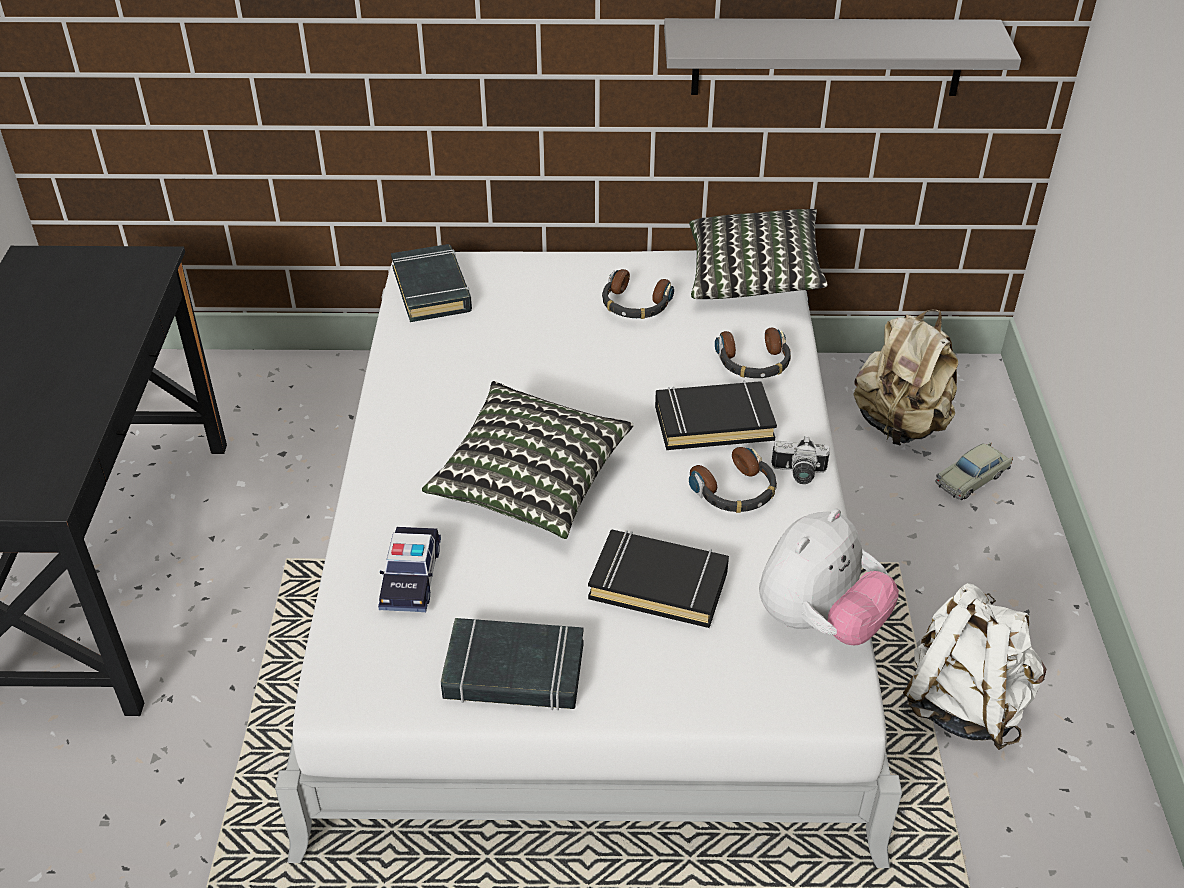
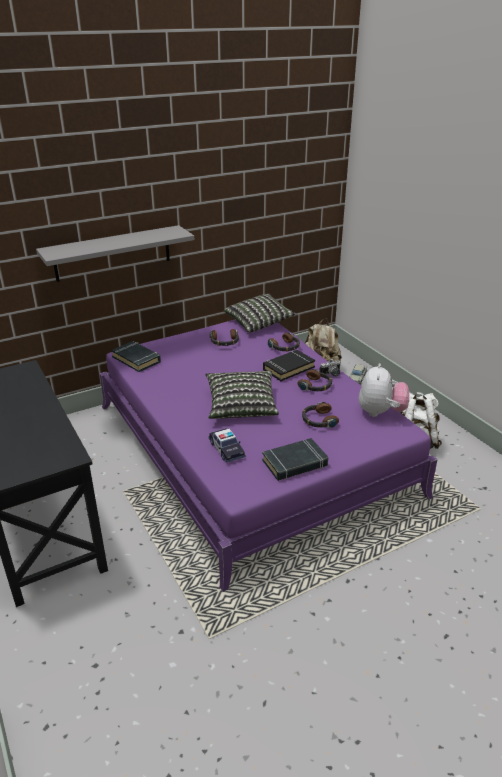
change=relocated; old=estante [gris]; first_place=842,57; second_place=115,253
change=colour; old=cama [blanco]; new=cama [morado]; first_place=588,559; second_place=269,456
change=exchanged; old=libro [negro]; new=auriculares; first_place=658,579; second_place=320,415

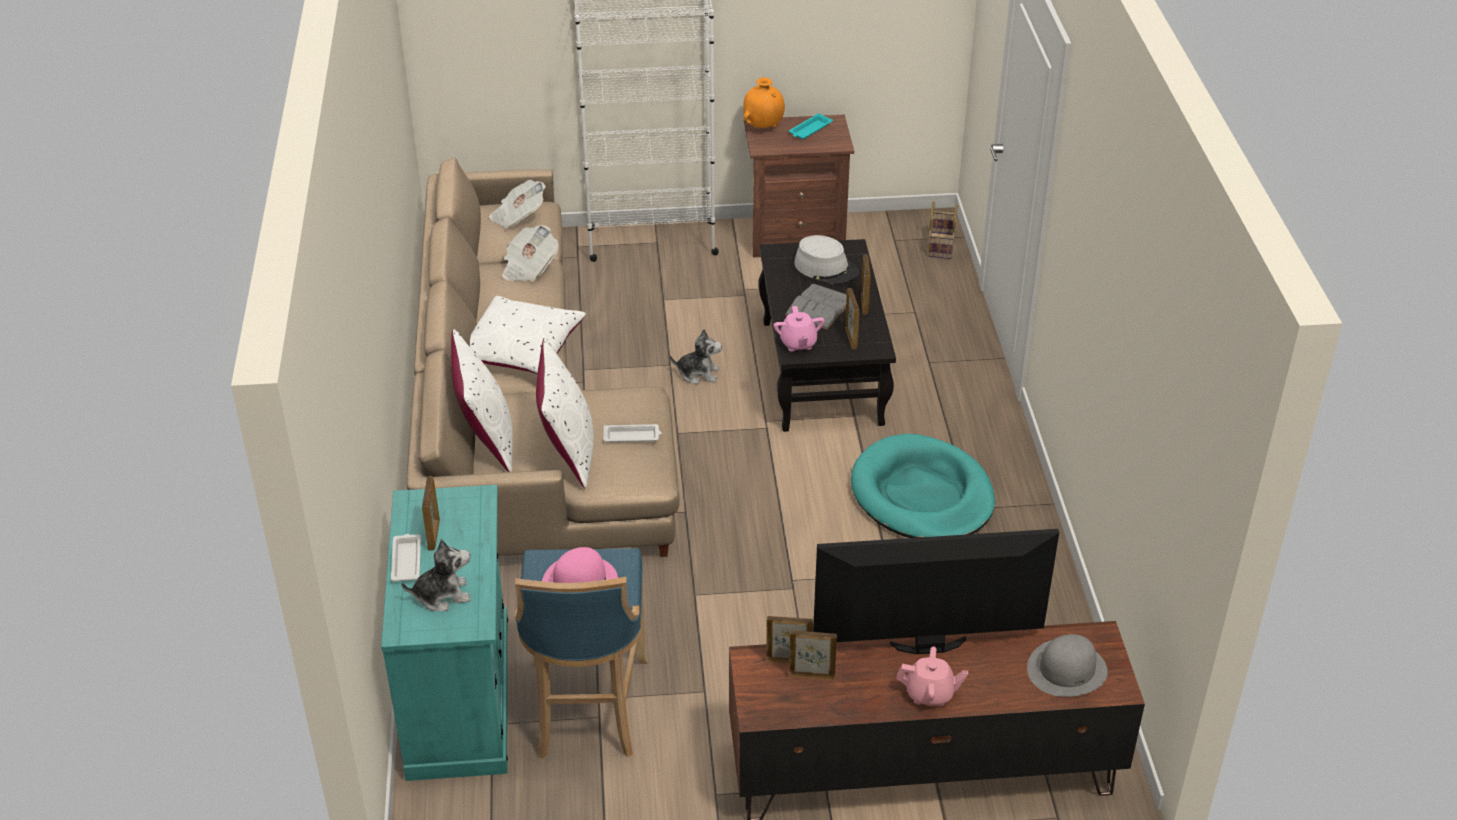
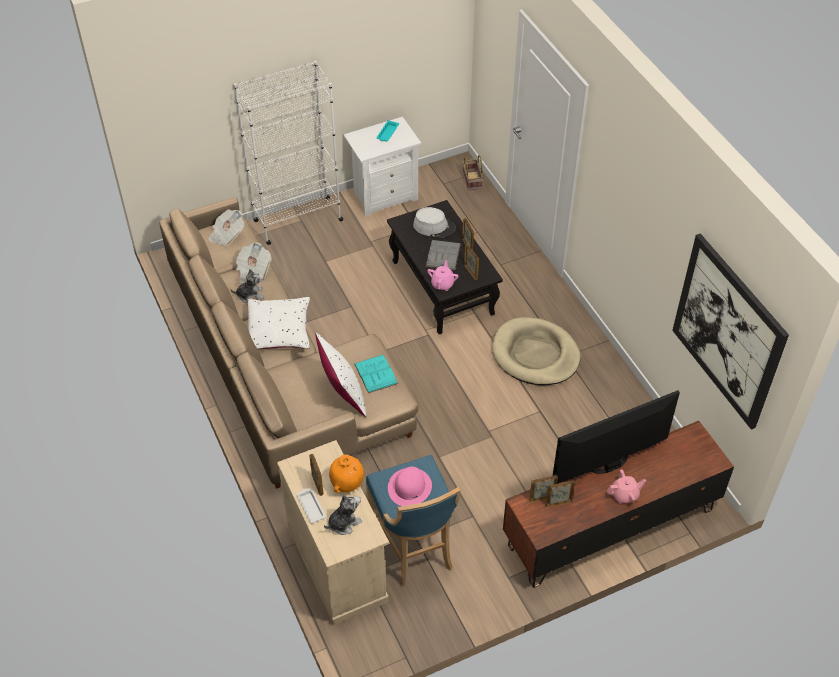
change=relocated; old=florero [naranja]; first_place=764,103; second_place=346,473
change=colour; old=mesita de noche [marrón]; new=mesita de noche [blanco]; first_place=799,185; second_place=382,167
change=spun; old=tetera [rosa]; first_place=799,329; second_place=443,275; degrees=-135
change=missing; old=cojín [blanco]; first_place=482,400
change=relocated; old=peluche; first_place=696,357; second_place=247,286
change=exchanged; old=bandeja [blanco]; new=libro [turquesa]; first_place=632,433; second_place=376,374
change=colour; old=cama para perro [turquesa]; new=cama para perro [beis]; first_place=923,486; second_place=536,351
change=colour; old=armario [turquesa]; new=armario [beis]; first_place=444,633; second_place=333,532
change=missing; old=sombrero [gris]; first_place=1067,665
change=appeared; new=cuadro; second_place=730,331

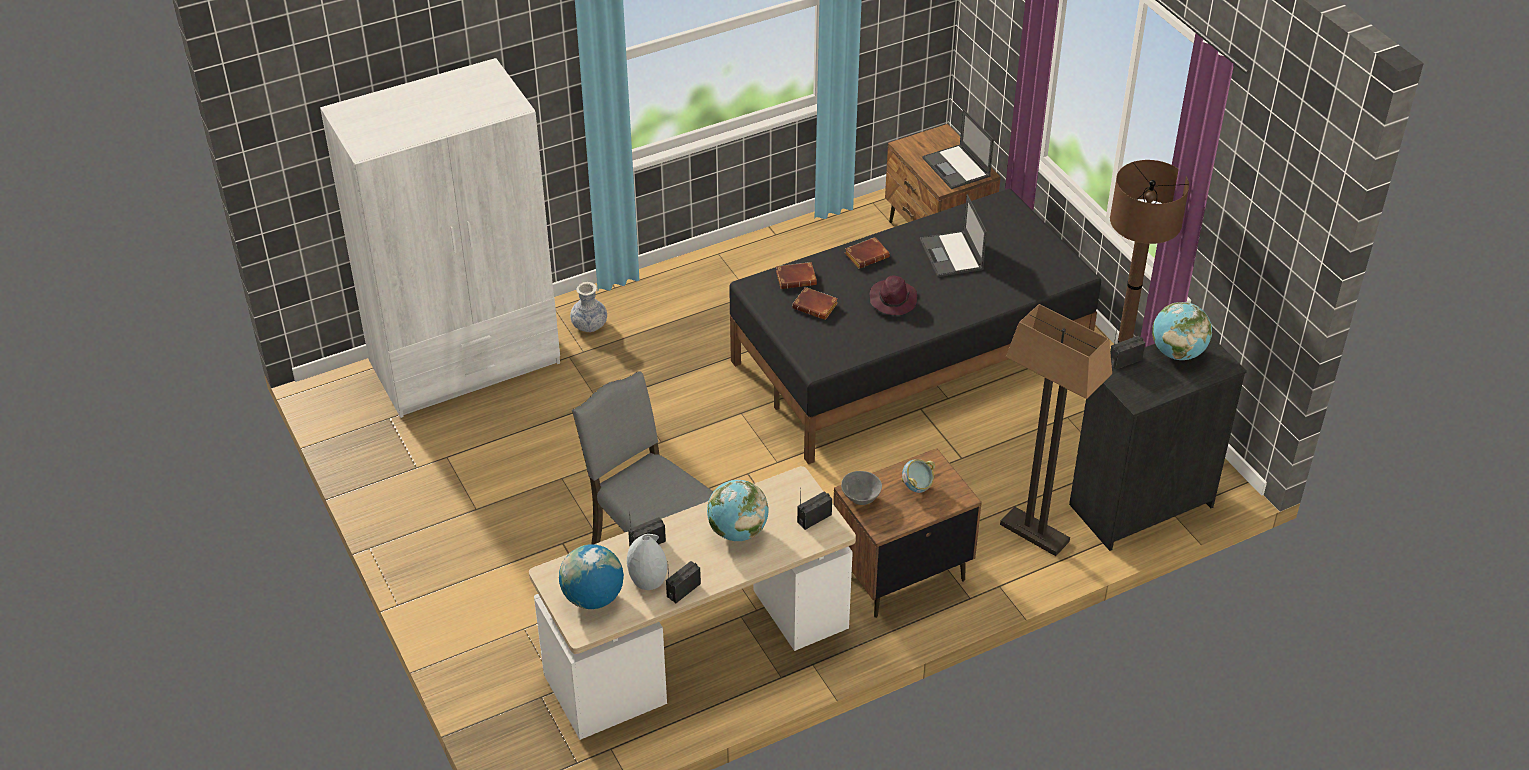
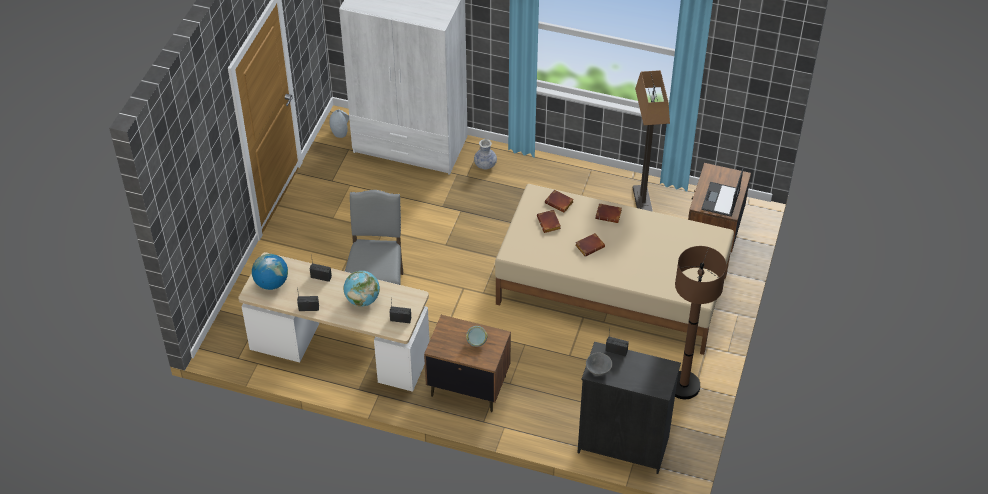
change=colour; old=cama [negro]; new=cama [beis]; first_place=915,327; second_place=614,269
change=missing; old=portátil; first_place=953,235
change=exchanged; old=sombrero [morado]; new=libro [marrón]; first_place=893,295; second_place=590,245
change=missing; old=globo terráqueo; first_place=1182,331
change=relocated; old=lámpara de pie; first_place=1056,430; second_place=651,141
change=relocated; old=cuenco [gris]; first_place=861,488; second_place=599,364
change=relocated; old=florero [gris]; first_place=647,562; second_place=339,124

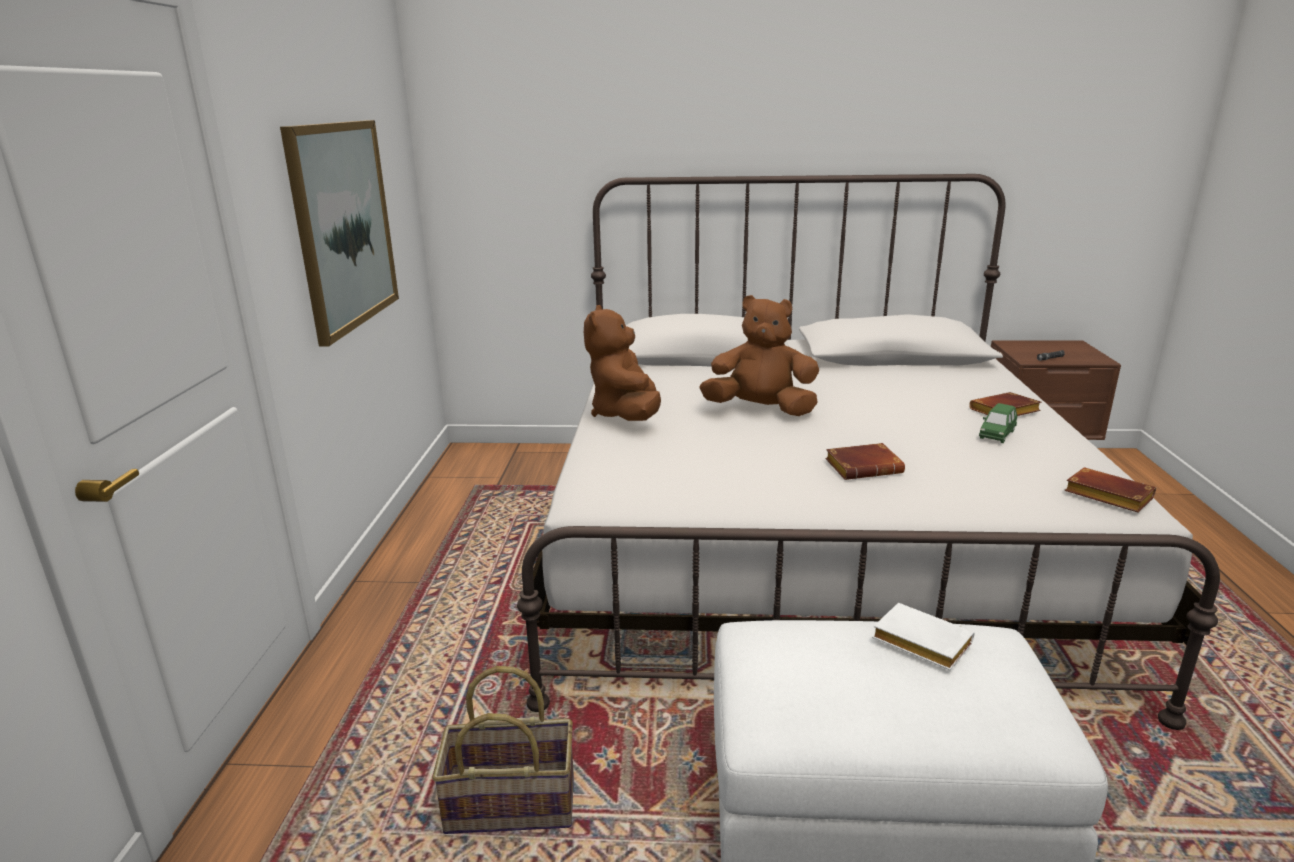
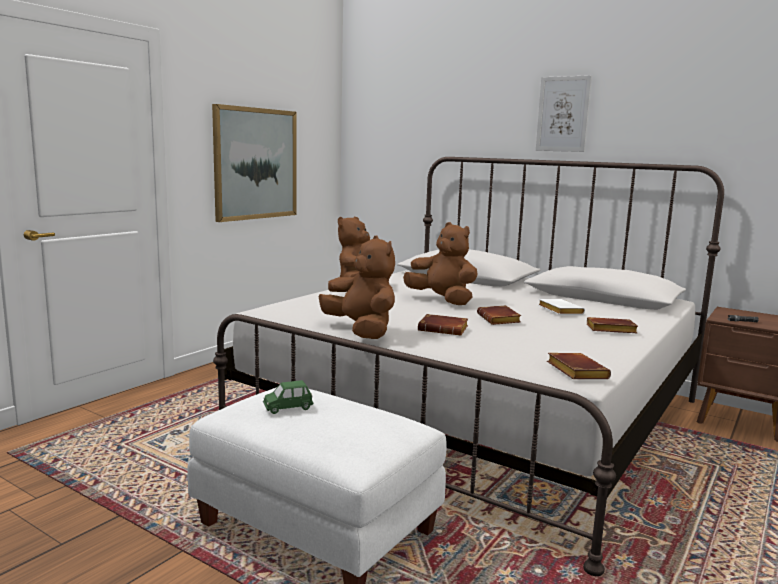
change=relocated; old=coche de juguete [verde]; first_place=998,423; second_place=288,397
change=relocated; old=libro [blanco]; first_place=923,636; second_place=561,307
change=missing; old=cesta; first_place=503,750
change=appeared; new=cuadro; second_place=564,113
change=appeared; new=peluche [marrón]; second_place=356,287
change=appeared; new=libro [marrón]; second_place=499,315

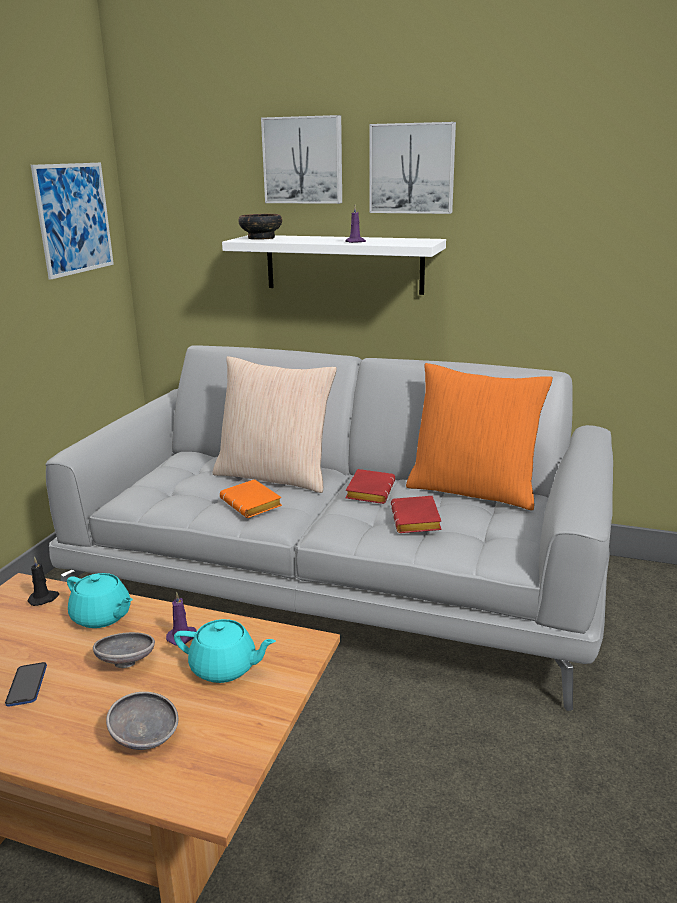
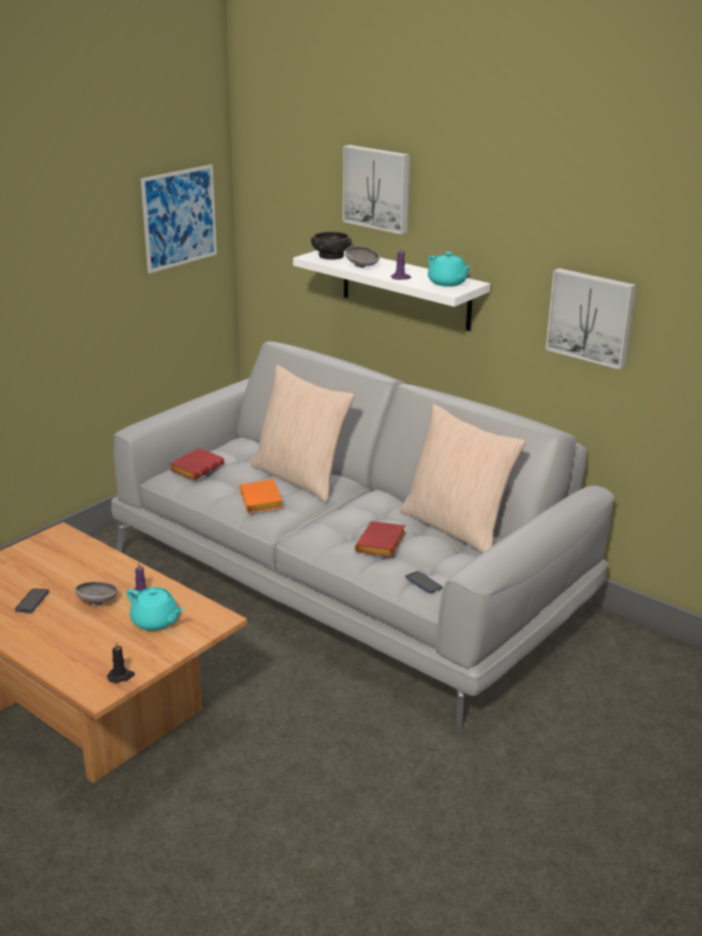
change=relocated; old=cuadro; first_place=413,168; second_place=591,319
change=colour; old=cojín [naranja]; new=cojín [beis]; first_place=479,437; second_place=463,478
change=relocated; old=libro [rojo]; first_place=370,486; second_place=196,464
change=relocated; old=vela [negro]; first_place=43,581; second_place=121,662
change=relocated; old=tetera [turquesa]; first_place=100,600; second_place=449,269
change=relocated; old=cuenco [gris]; first_place=142,721; second_place=362,257
change=appeared; new=móvil; second_place=424,582

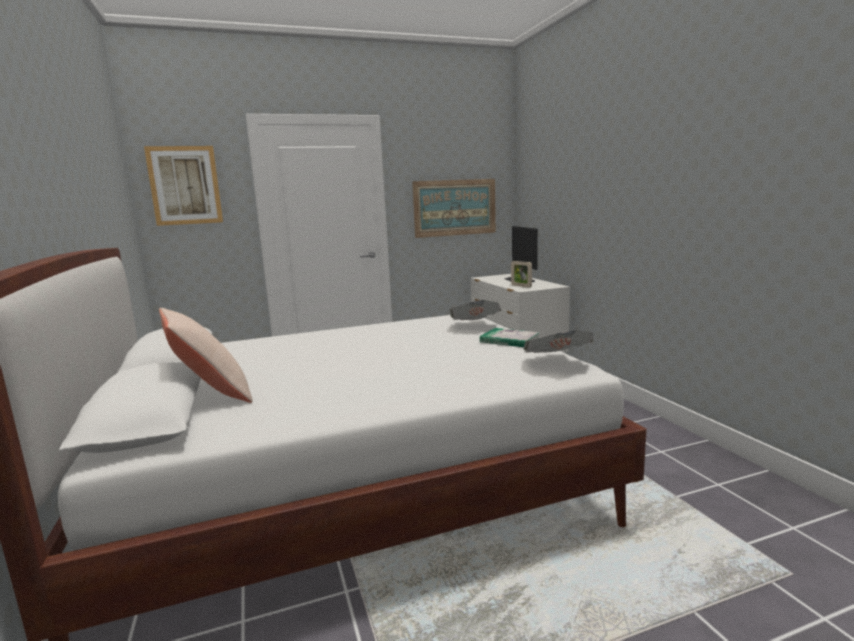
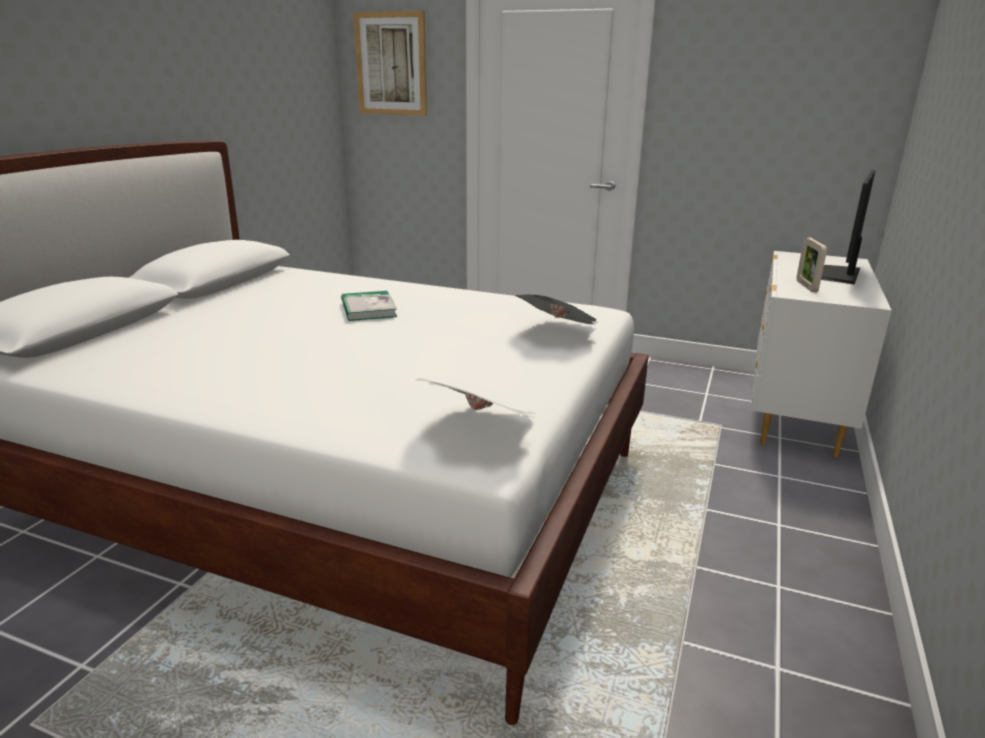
change=missing; old=cuadro; first_place=454,208
change=missing; old=cojín [beis]; first_place=206,355
change=relocated; old=libro; first_place=510,337; second_place=369,306

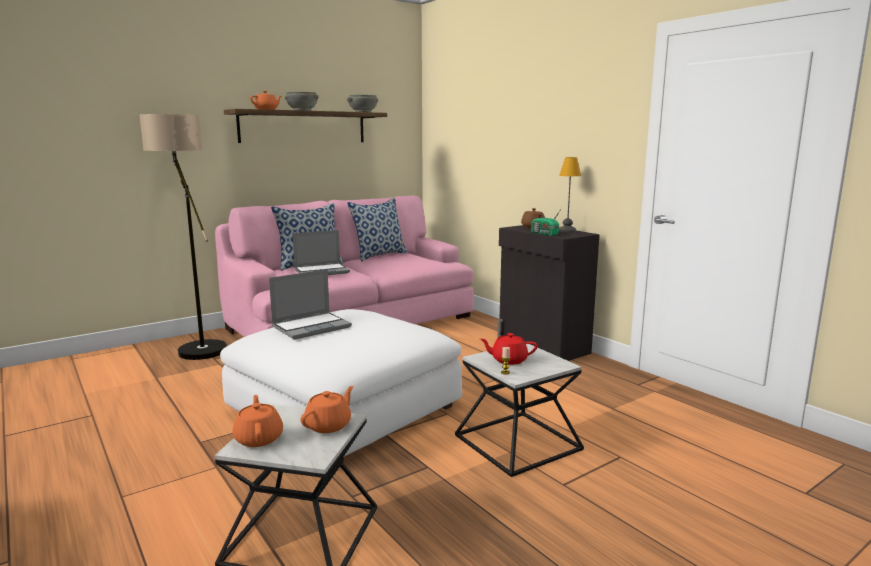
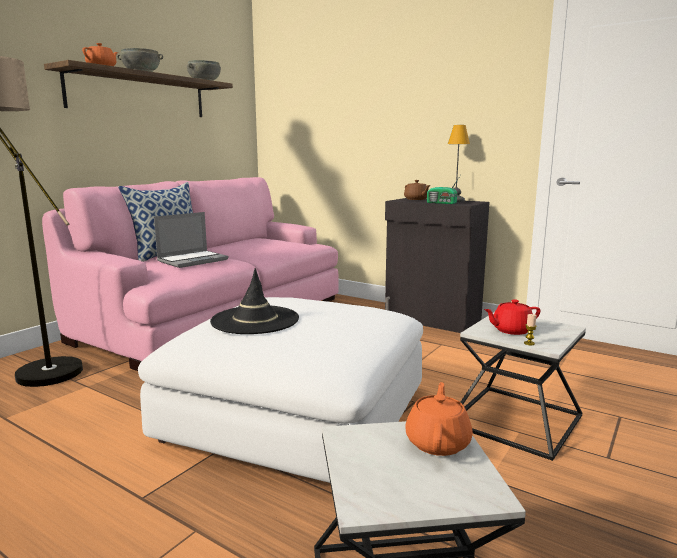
change=missing; old=cojín; first_place=377,229
change=exchanged; old=portátil; new=sombrero [negro]; first_place=310,304; second_place=254,301
change=missing; old=tetera [naranja]; first_place=257,421

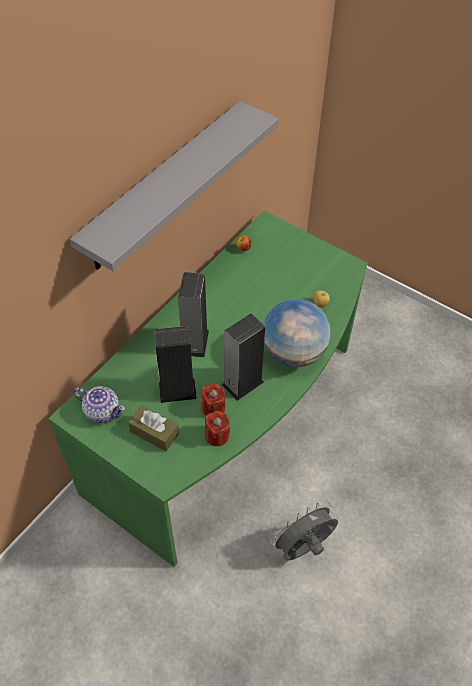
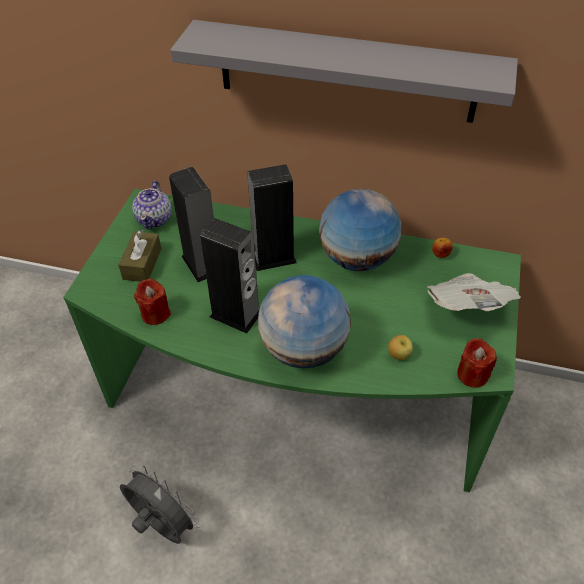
change=relocated; old=vela [rojo]; first_place=213,399; second_place=477,363
change=appeared; new=globo terráqueo; second_place=360,230
change=appeared; new=periódico; second_place=474,292

